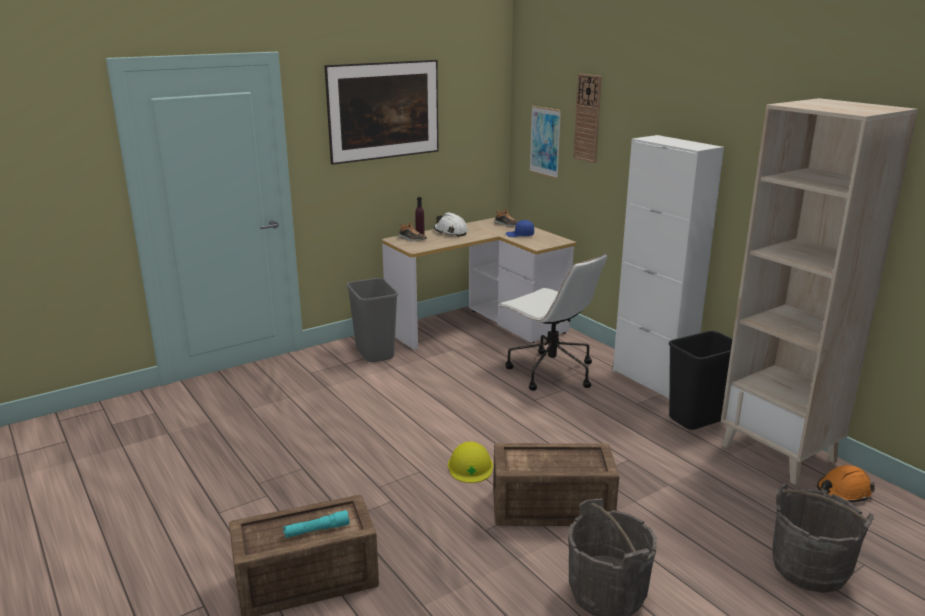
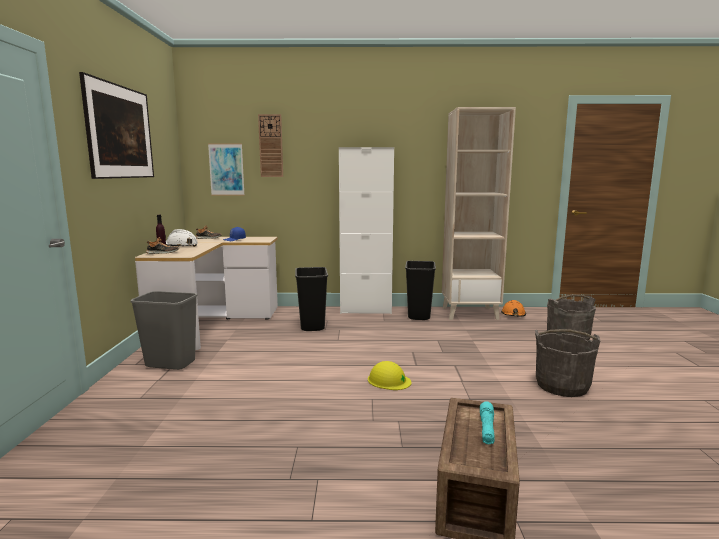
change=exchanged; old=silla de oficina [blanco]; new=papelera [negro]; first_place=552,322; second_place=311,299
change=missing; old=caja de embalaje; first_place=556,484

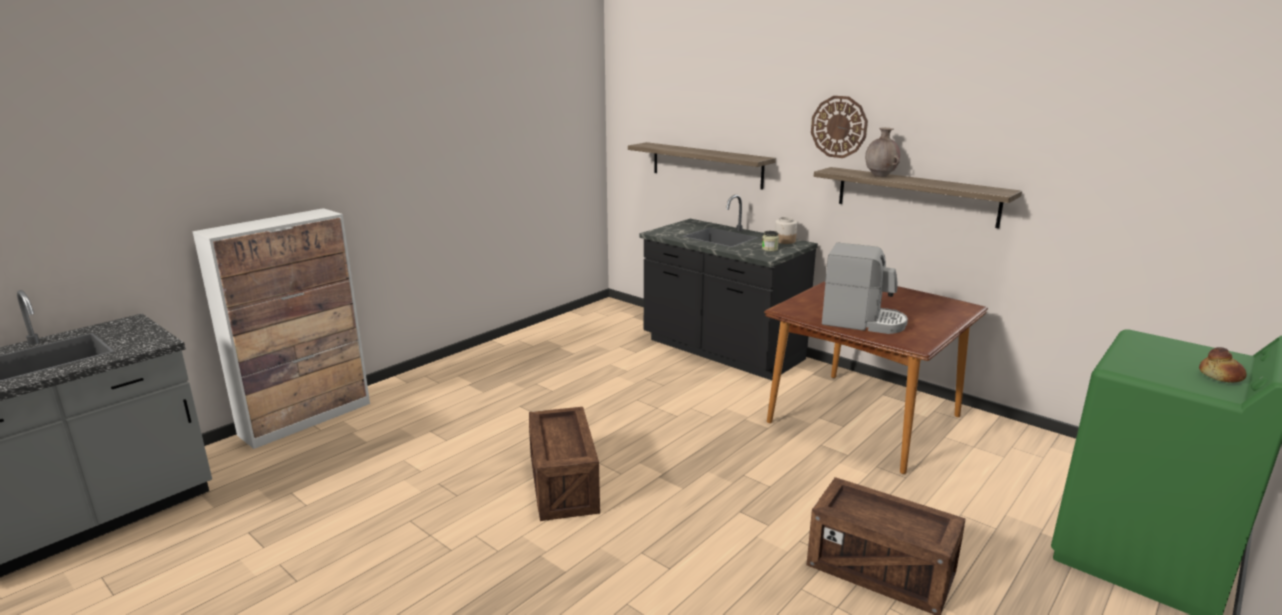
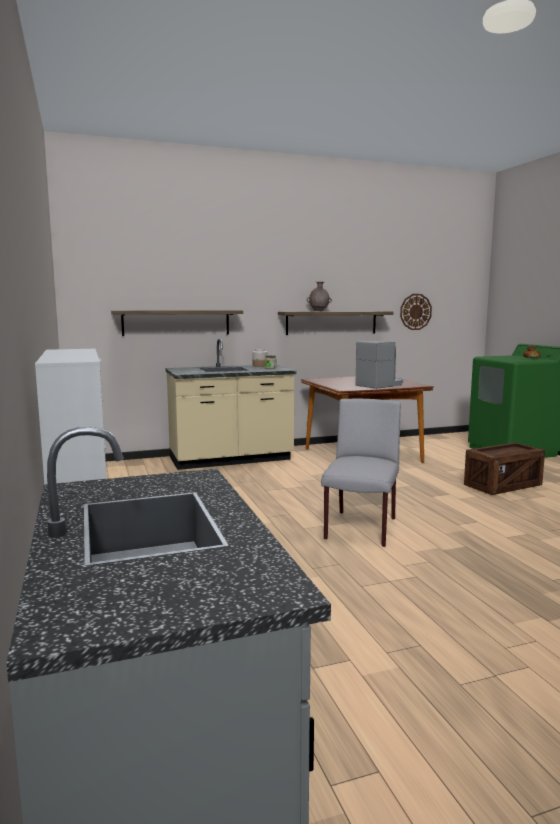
change=relocated; old=reloj de pared; first_place=839,127; second_place=416,312
change=colour; old=mueble bajo de cocina [negro]; new=mueble bajo de cocina [beis]; first_place=728,287; second_place=231,404
change=exchanged; old=caja de embalaje; new=silla [gris]; first_place=564,464; second_place=361,473

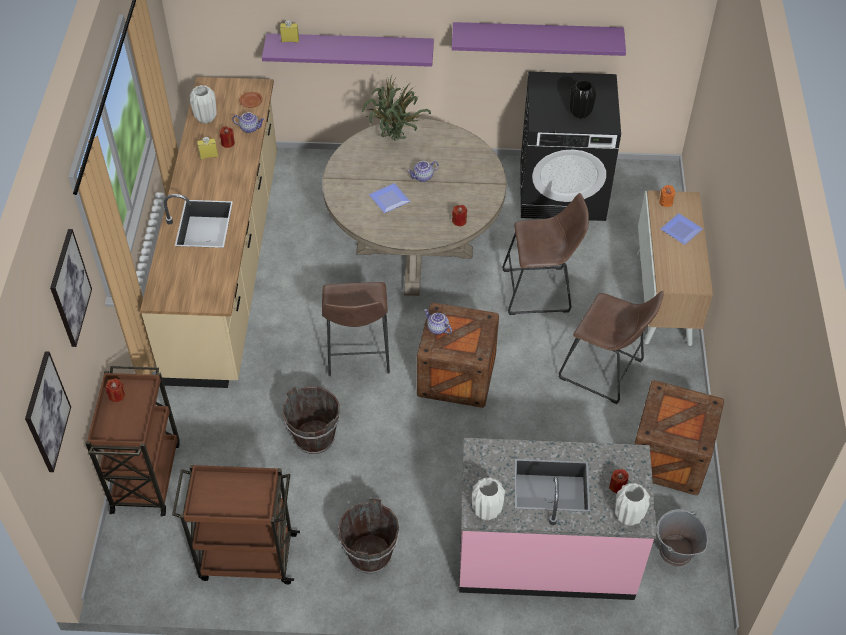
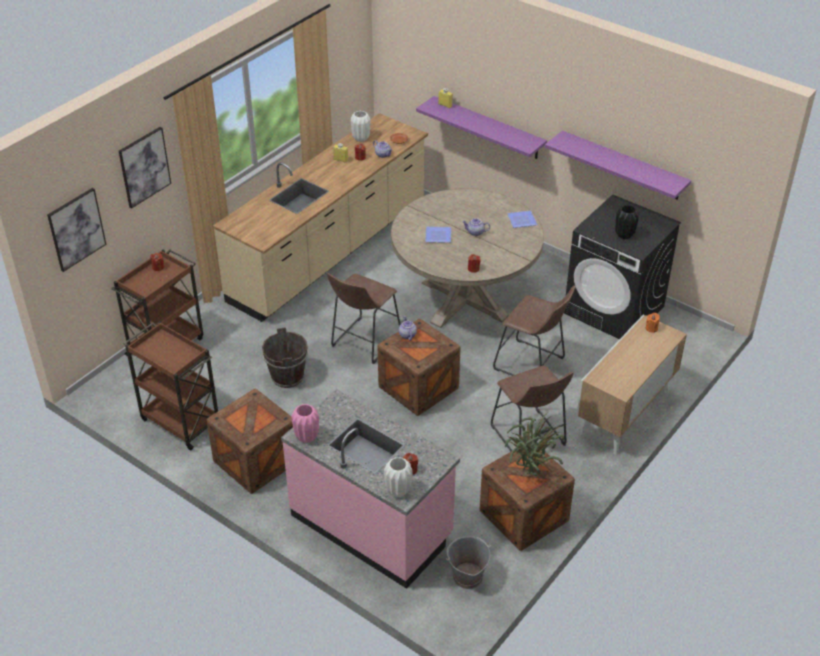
change=relocated; old=planta en maceta; first_place=396,108; second_place=534,444
change=relocated; old=plato; first_place=681,229; second_place=522,219
change=colour; old=florero [blanco]; new=florero [rosa]; first_place=488,499; second_place=305,423
change=exchanged; old=cubo [marrón]; new=caja de embalaje; first_place=368,536; second_place=250,441

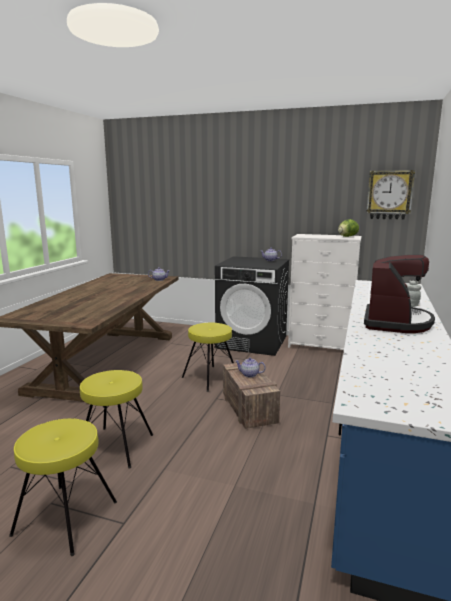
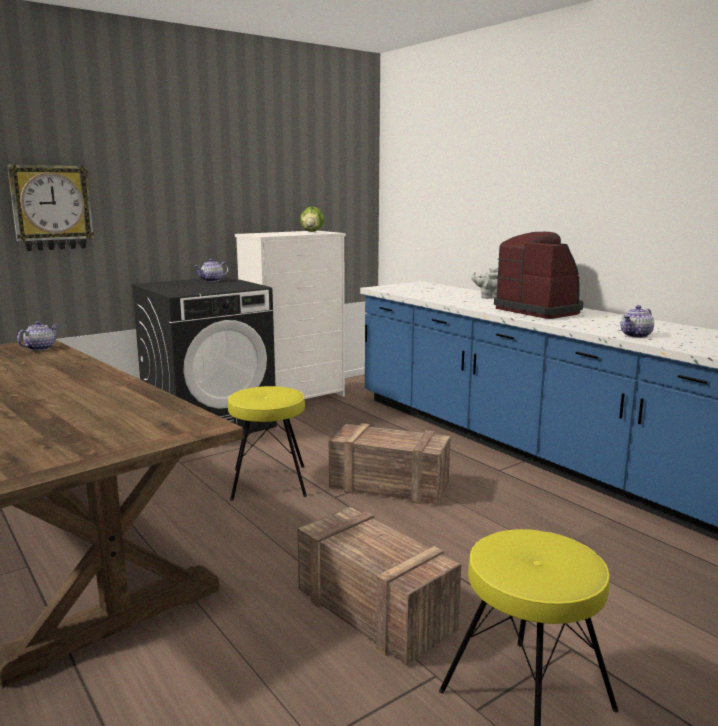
change=relocated; old=reloj de pared; first_place=390,195; second_place=50,207
change=relocated; old=tetera; first_place=250,368; second_place=637,321
change=exchanged; old=taburete [amarillo]; new=caja de embalaje; first_place=116,419; second_place=379,586

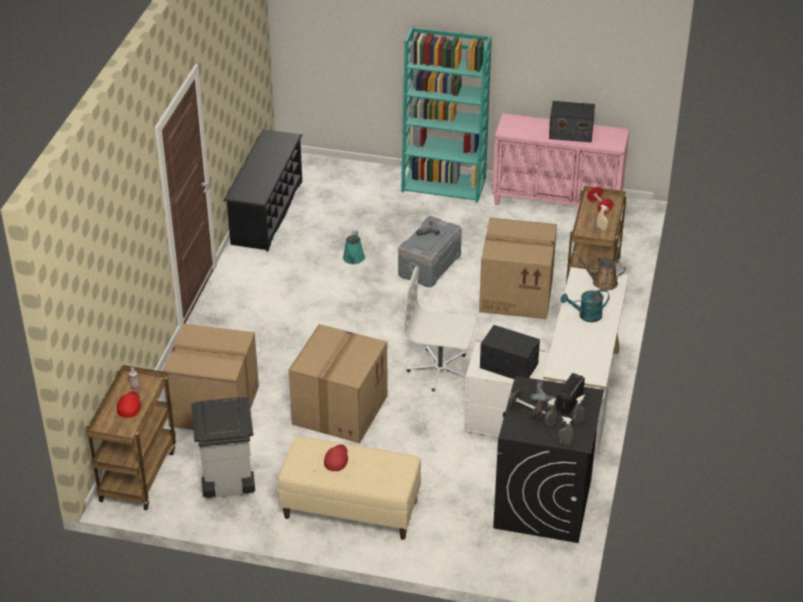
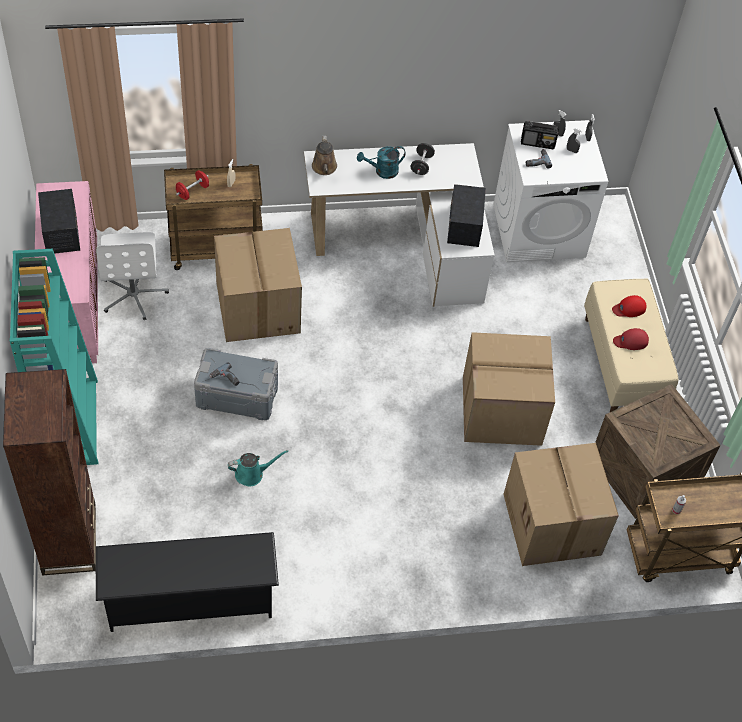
change=relocated; old=silla de oficina [blanco]; first_place=440,329; second_place=132,276
change=spun; old=regadera [turquesa]; first_place=585,305; second_place=381,162; degrees=105
change=colour; old=lavadora [negro]; new=lavadora [blanco]; first_place=548,459; second_place=550,191
change=relocated; old=mancuerna [negro]; first_place=527,405; second_place=423,159
change=relocated; old=gorra [rojo]; first_place=129,405; second_place=629,306
change=exchanged; old=papelera [gris]; new=caja de embalaje; first_place=223,447; second_place=658,451
change=appeared; new=estantería [marrón]; second_place=49,472

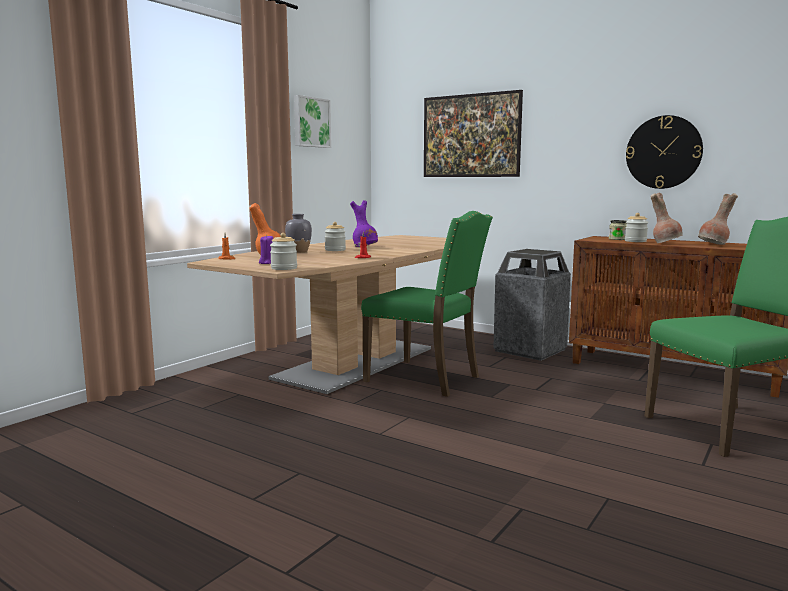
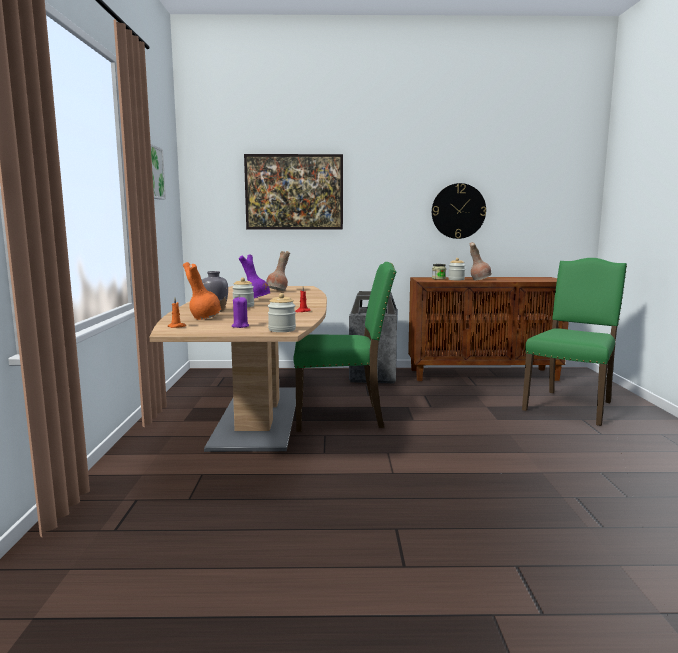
change=relocated; old=florero [marrón]; first_place=718,219; second_place=278,271

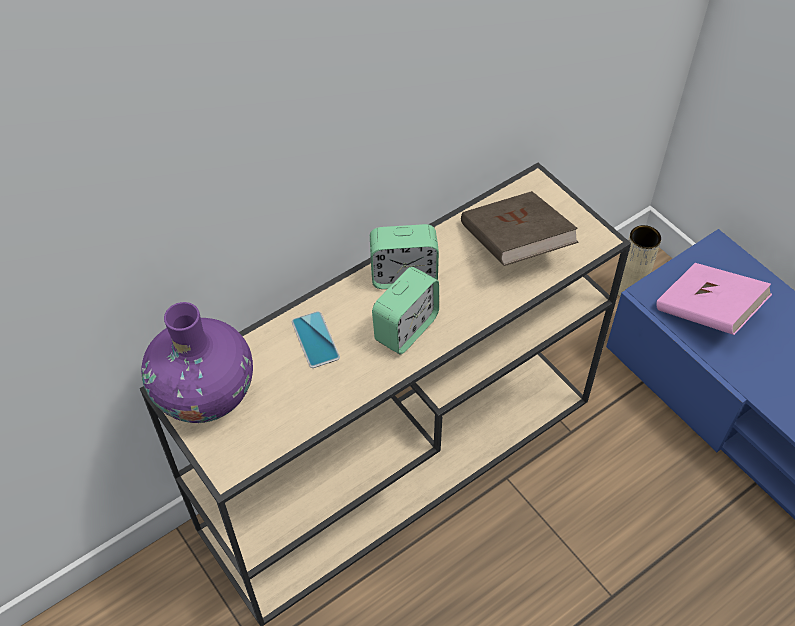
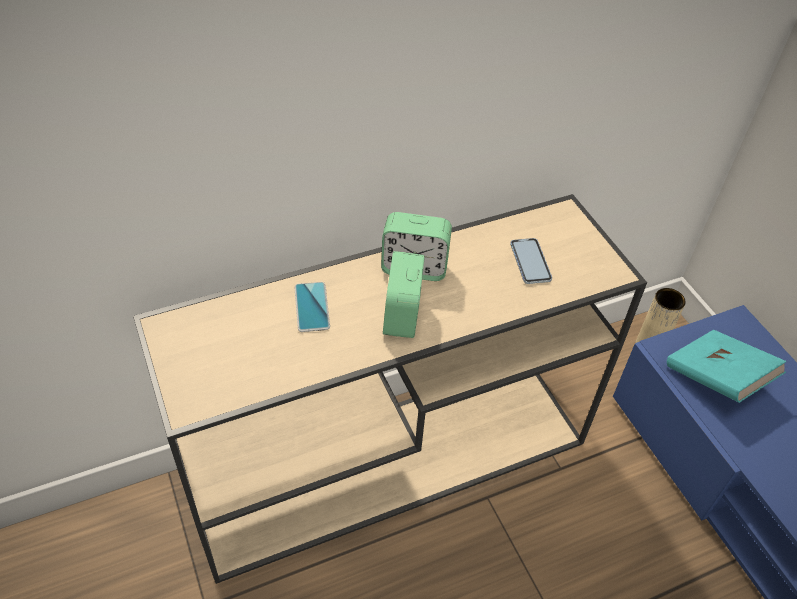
change=exchanged; old=libro [marrón]; new=móvil; first_place=520,228; second_place=531,261
change=colour; old=libro [rosa]; new=libro [turquesa]; first_place=714,299; second_place=726,366
change=spun; old=despertador; first_place=405,311; second_place=404,294; degrees=135
change=missing; old=florero [morado]; first_place=197,362

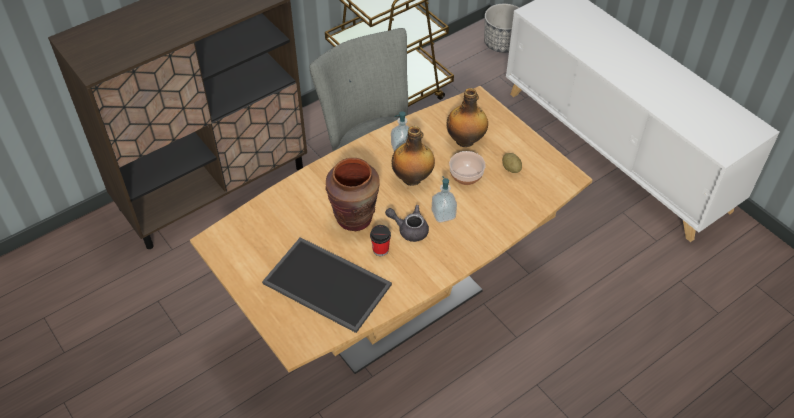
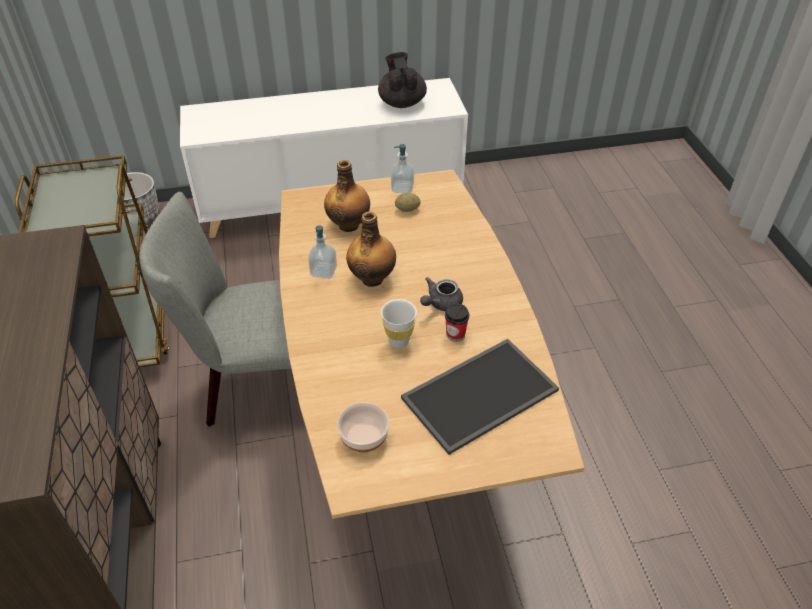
change=relocated; old=cuenco; first_place=467,168; second_place=363,427
change=exchanged; old=florero [marrón]; new=taza [blanco]; first_place=352,194; second_place=399,323
change=relocated; old=dispensador de jabón; first_place=444,199; second_place=402,168
change=appeared; new=tetera [negro]; second_place=402,80

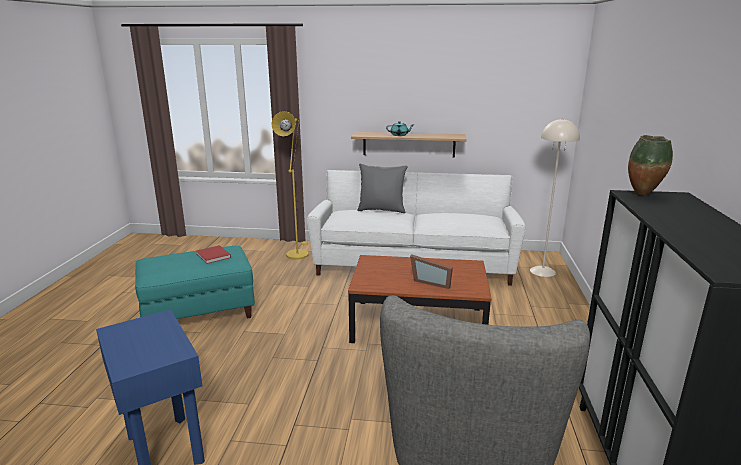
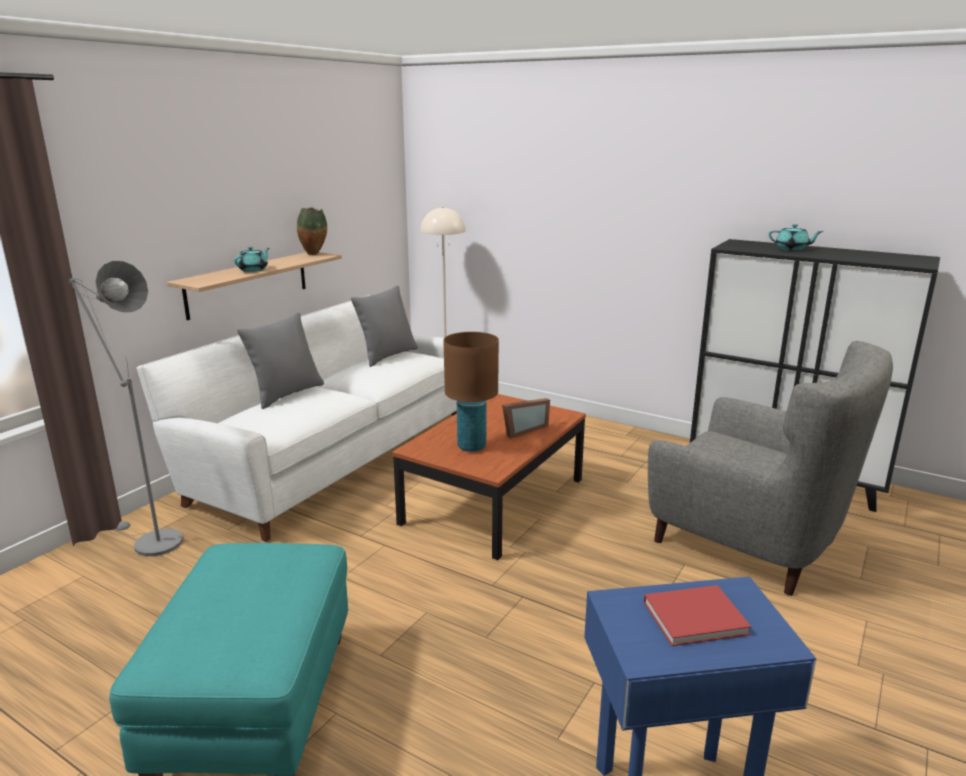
change=colour; old=lámpara de pie [amarillo]; new=lámpara de pie [gris]; first_place=290,185; second_place=126,408
change=relocated; old=florero; first_place=650,165; second_place=312,231
change=relocated; old=libro [rojo]; first_place=213,254; second_place=697,615
change=appeared; new=tetera [turquesa]; second_place=796,237
change=appeared; new=cojín [gris]; second_place=384,326
change=appeared; new=lámpara de mesa [marrón]; second_place=471,392

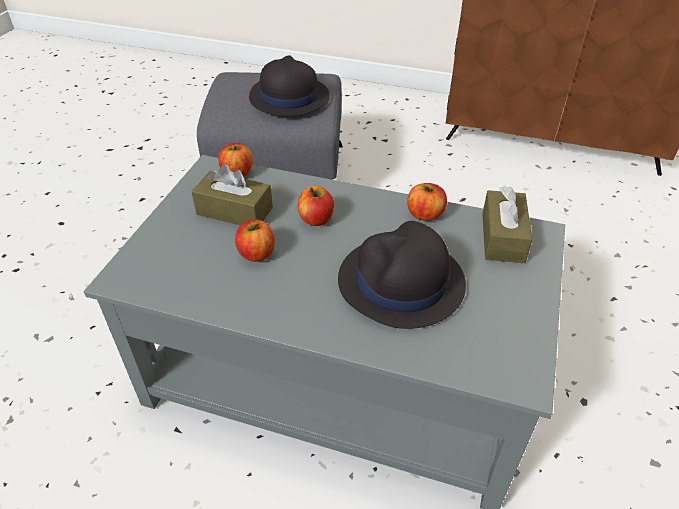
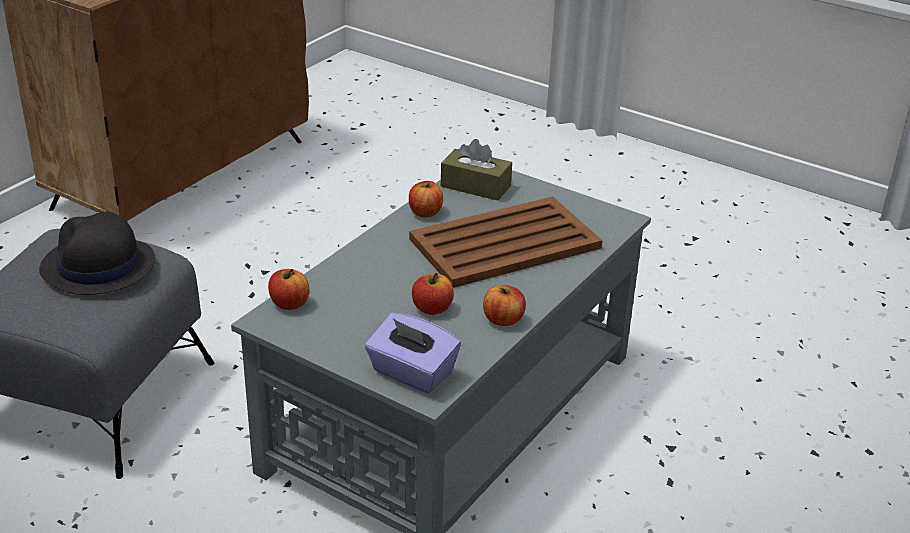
change=missing; old=caja de pañuelos [marrón]; first_place=232,194
change=relocated; old=manzana; first_place=316,206; second_place=504,305
change=exchanged; old=sombrero [negro]; new=bandeja [marrón]; first_place=402,275; second_place=505,242
change=appeared; new=caja de pañuelos [morado]; second_place=413,353

